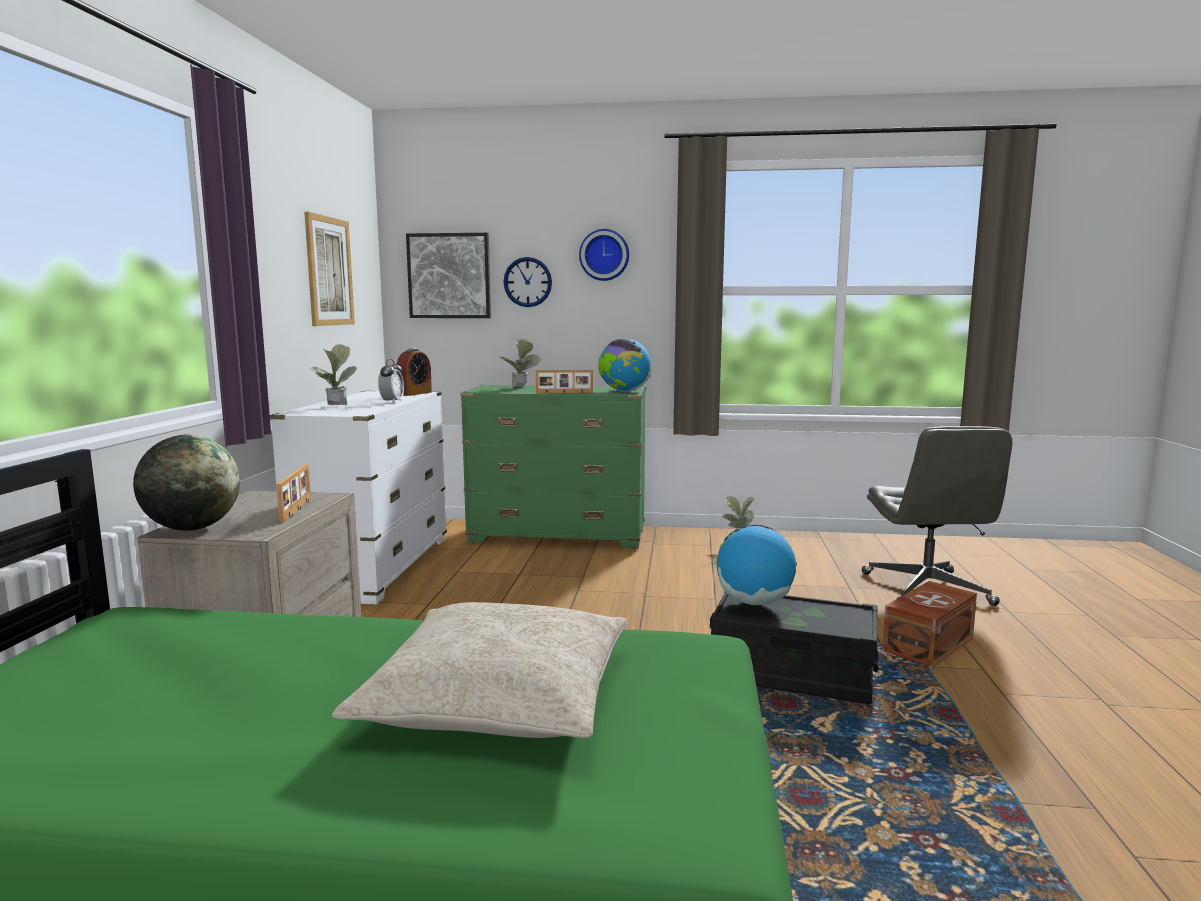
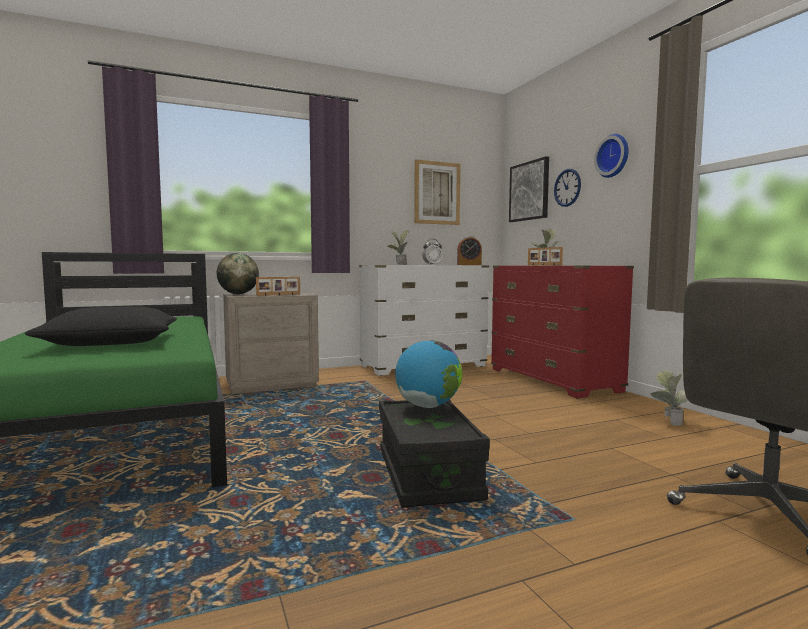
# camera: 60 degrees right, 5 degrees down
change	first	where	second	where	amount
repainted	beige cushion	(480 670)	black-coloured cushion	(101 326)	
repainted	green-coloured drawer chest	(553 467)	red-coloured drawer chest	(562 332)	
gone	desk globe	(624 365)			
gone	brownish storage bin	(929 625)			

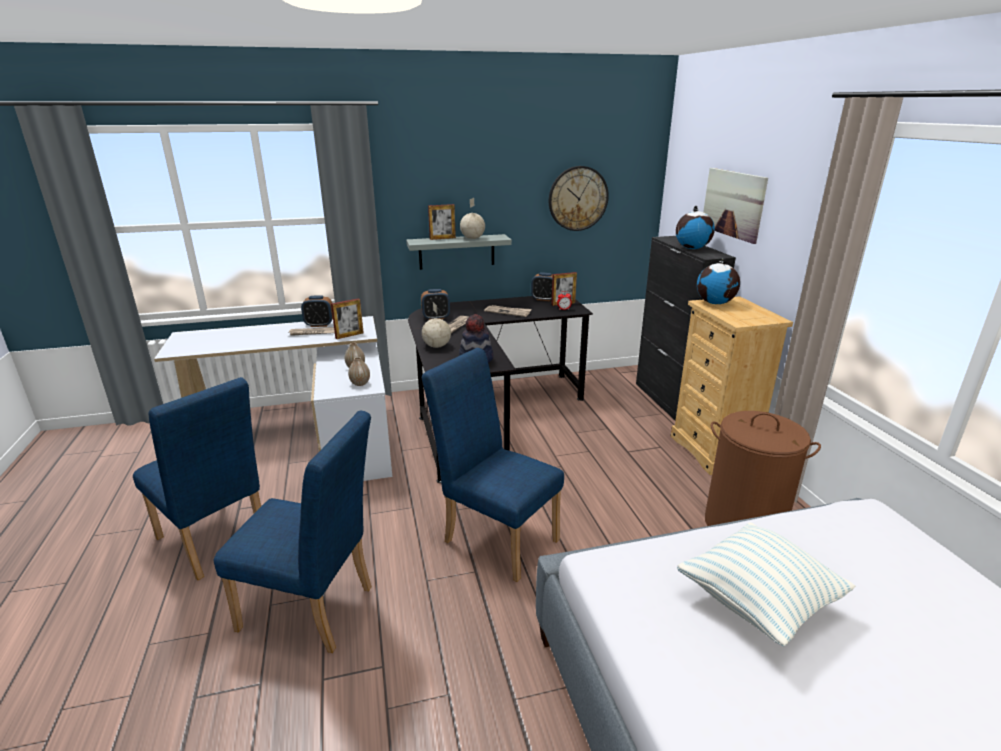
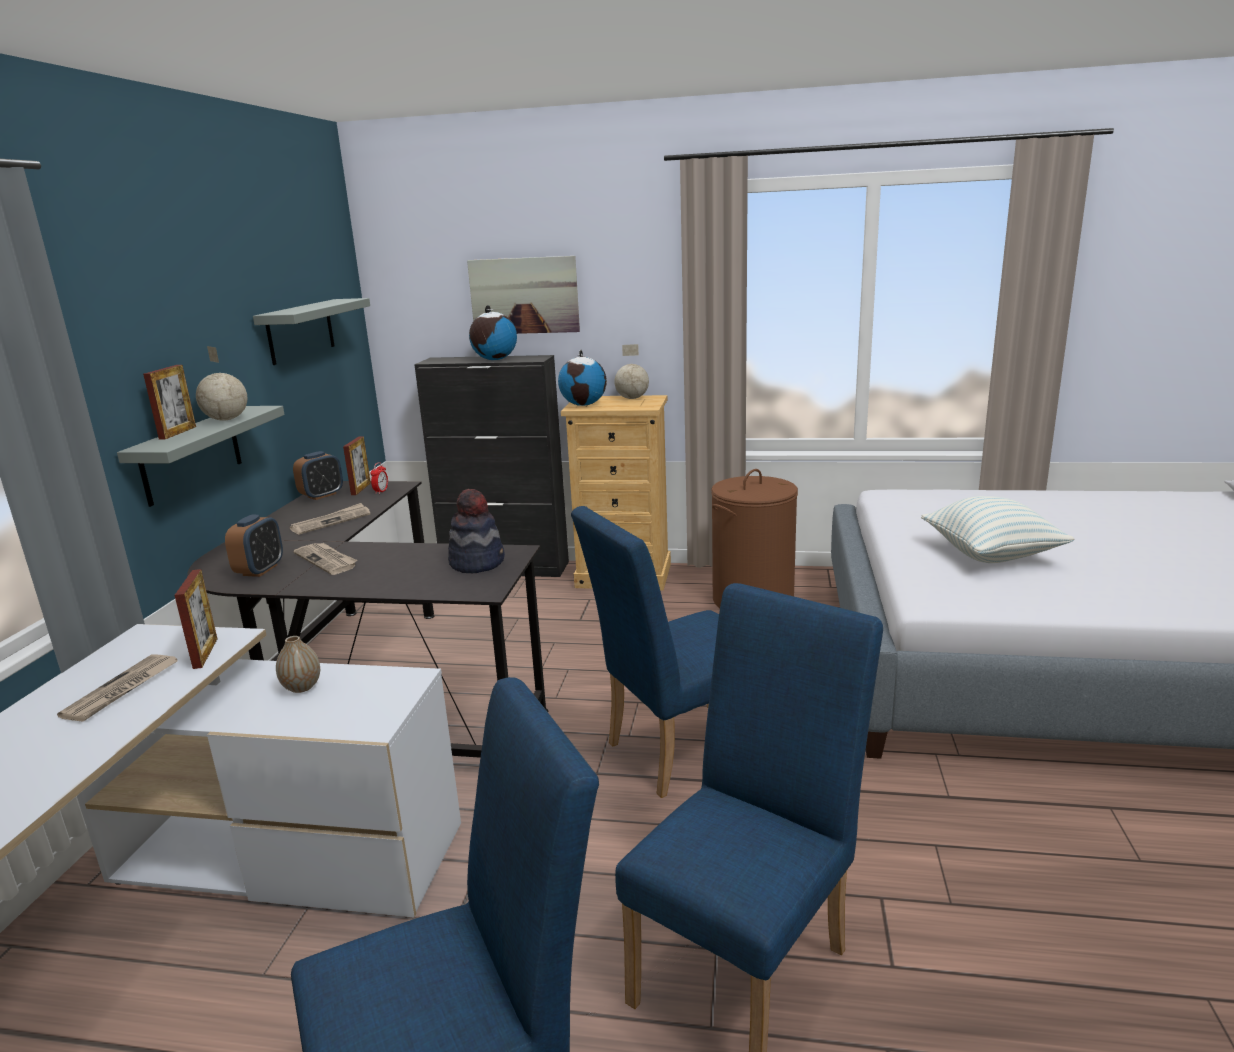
# camera: 65 degrees left, 5 degrees down
change	first	where	second	where	amount
swapped	wall clock	(579 198)	gray wall shelf	(311 331)	
shifted	desk globe	(436 325)		(631 371)	
gone	bedside clock	(317 311)			
gone	flower vase	(359 371)			

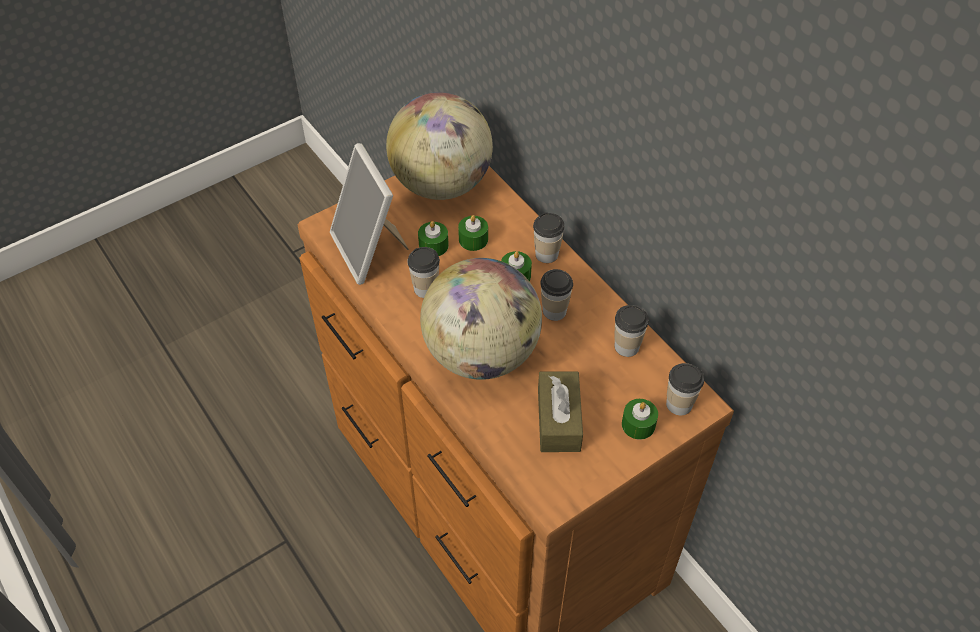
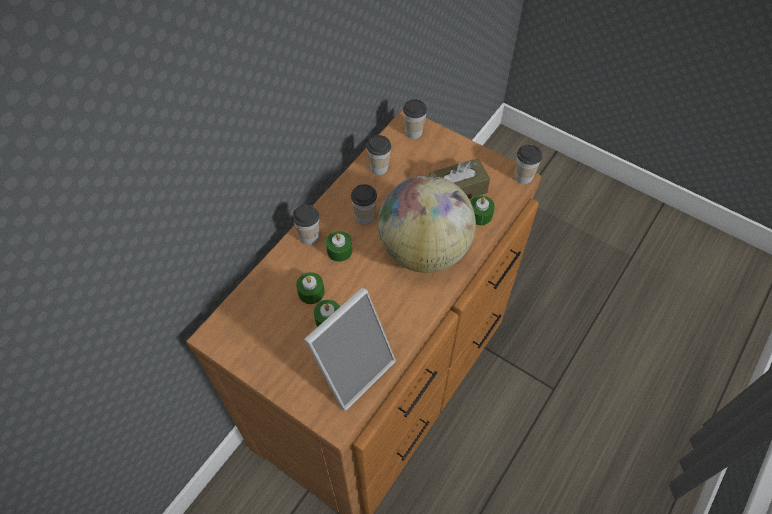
# camera: 110 degrees left, 5 degrees up
change	first	where	second	where	amount
shifted	green-coloured wax candle	(640 419)		(482 210)	
shifted	small cup	(423 272)		(528 164)	
gone	desk globe	(439 146)			

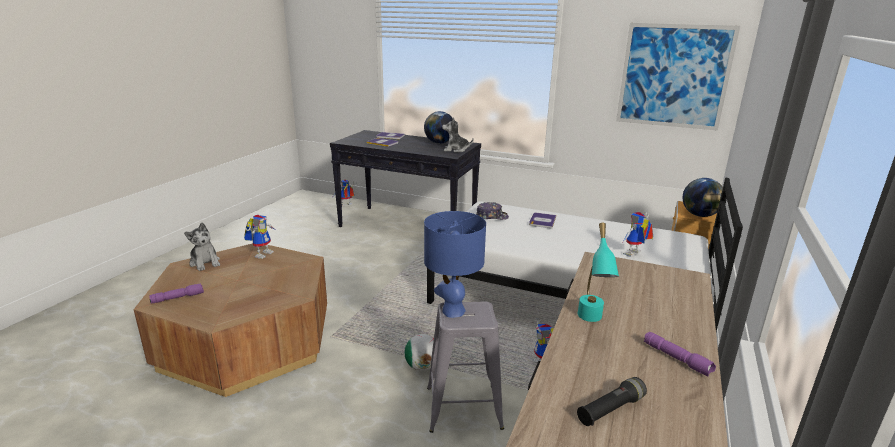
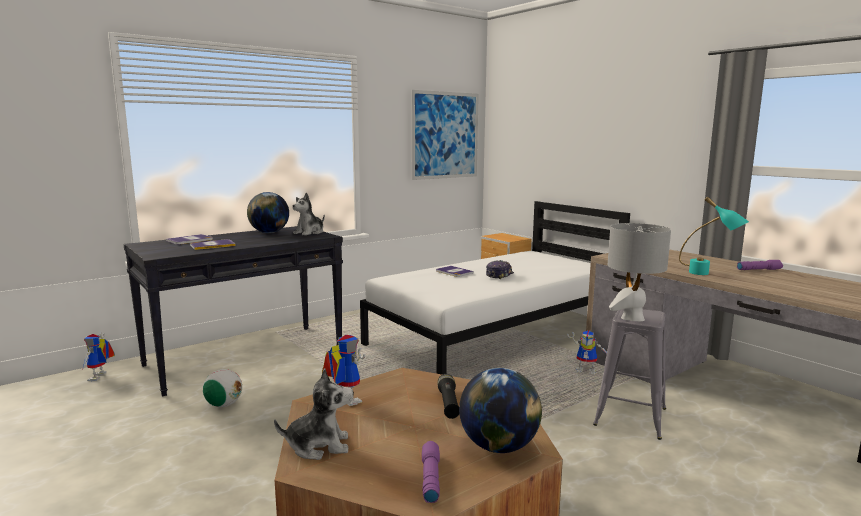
# camera: 60 degrees left, 10 degrees down
change	first	where	second	where	amount
shifted	football ball	(419 352)		(222 388)	
shifted	black-coloured hand torch	(612 401)		(448 396)	
shifted	desk globe	(703 197)		(500 410)	
shifted	peaked cap	(492 211)		(500 269)	
repainted	bluish table lamp	(455 264)	gray table lamp	(639 272)	
gone	robot figure	(637 234)			

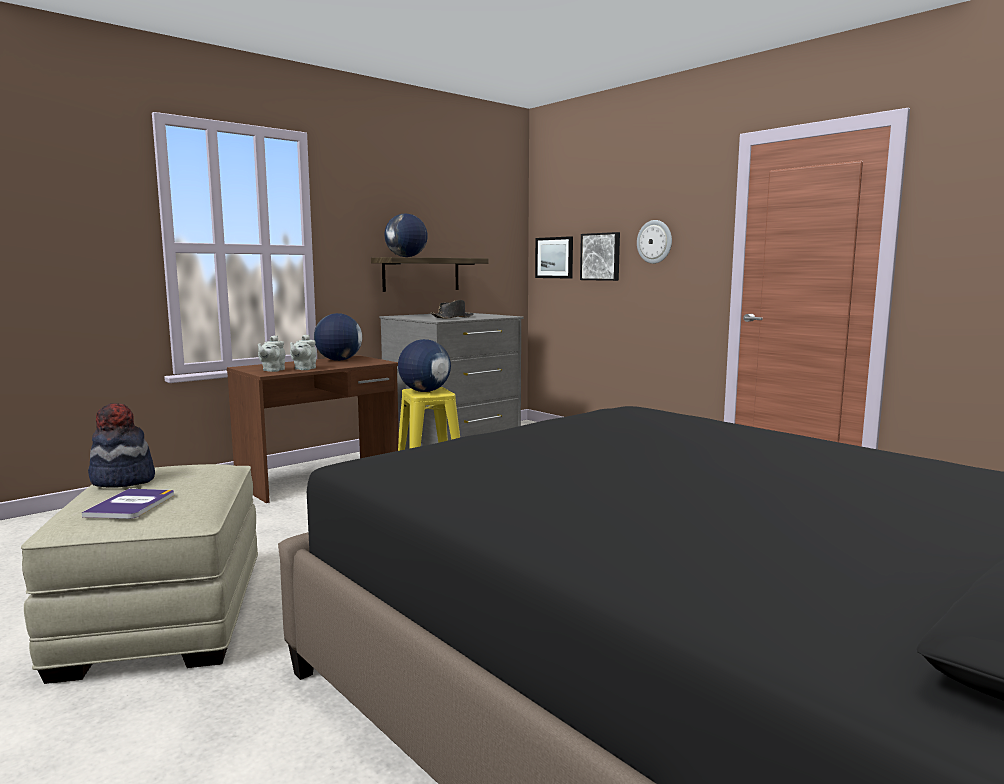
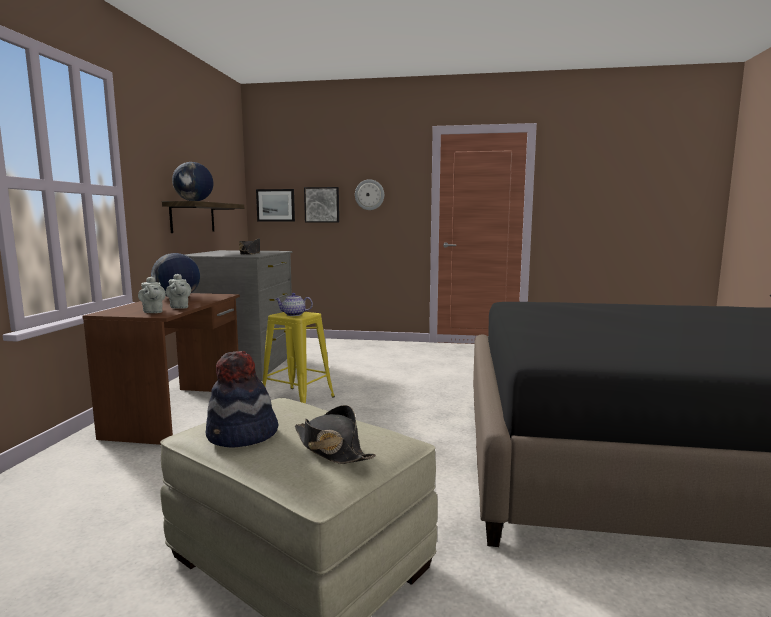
# camera: 40 degrees left, 0 degrees up
change	first	where	second	where	amount
swapped	desk globe	(424 365)	tea pot	(294 304)	
swapped	book	(128 504)	black-coloured wearable hat	(335 434)	

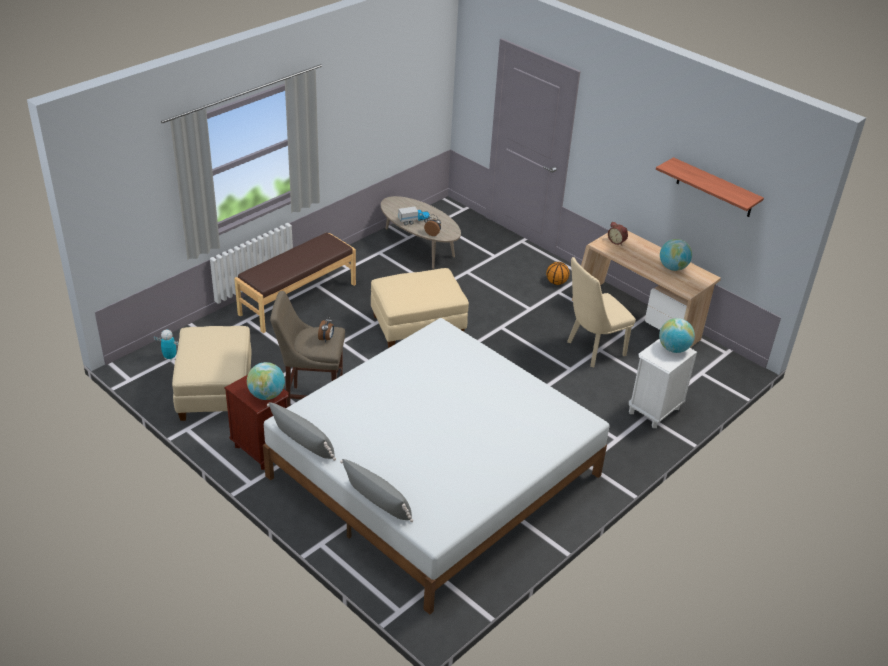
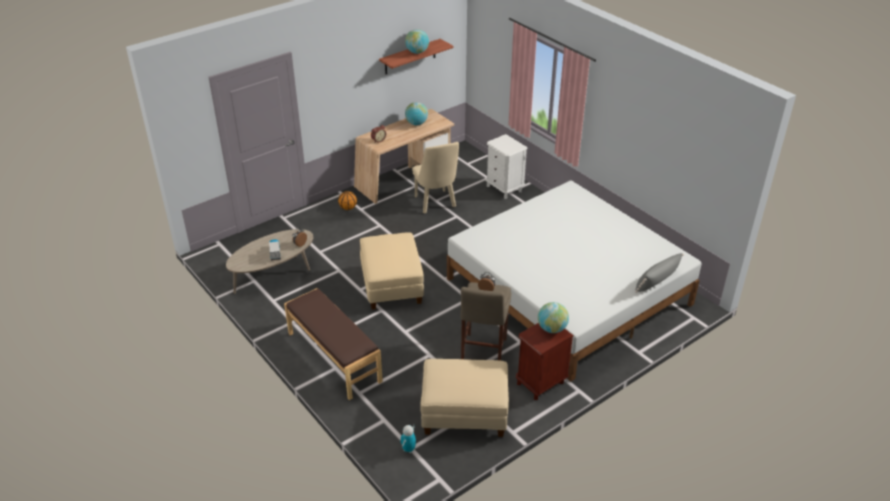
# camera: 80 degrees left, 0 degrees up
change	first	where	second	where	amount
shifted	desk globe	(677 335)		(417 41)	
gone	gray cushion	(301 431)			

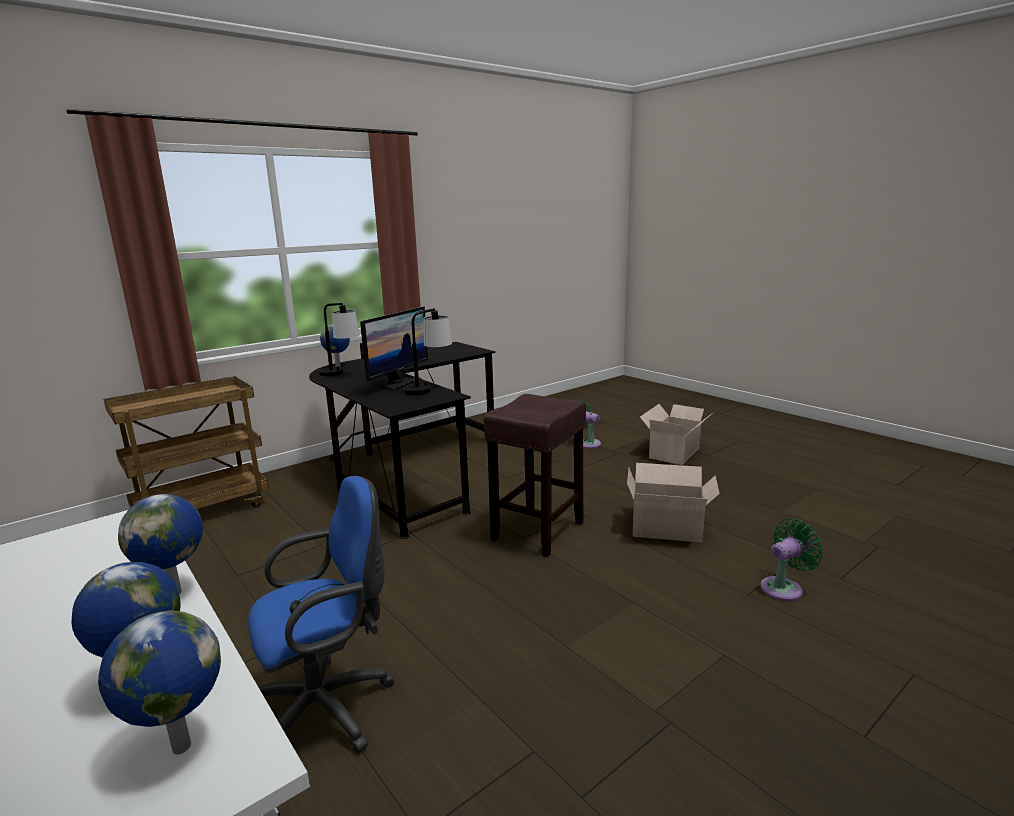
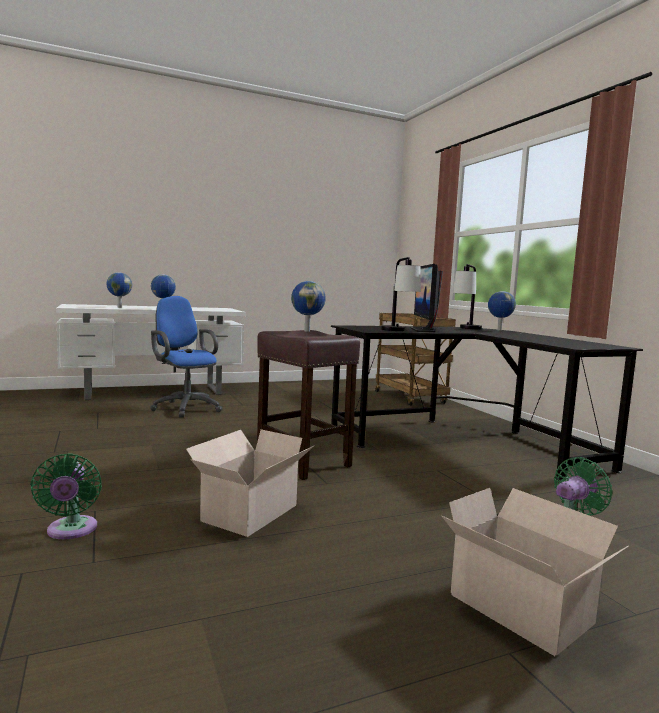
# camera: 105 degrees right, 10 degrees down
change	first	where	second	where	amount
rotated	bluish desk chair	(321 614)		(186 357)	150 degrees clockwise
shifted	desk globe	(159 682)		(308 306)	
rotated	monitor	(394 348)		(426 298)	45 degrees clockwise

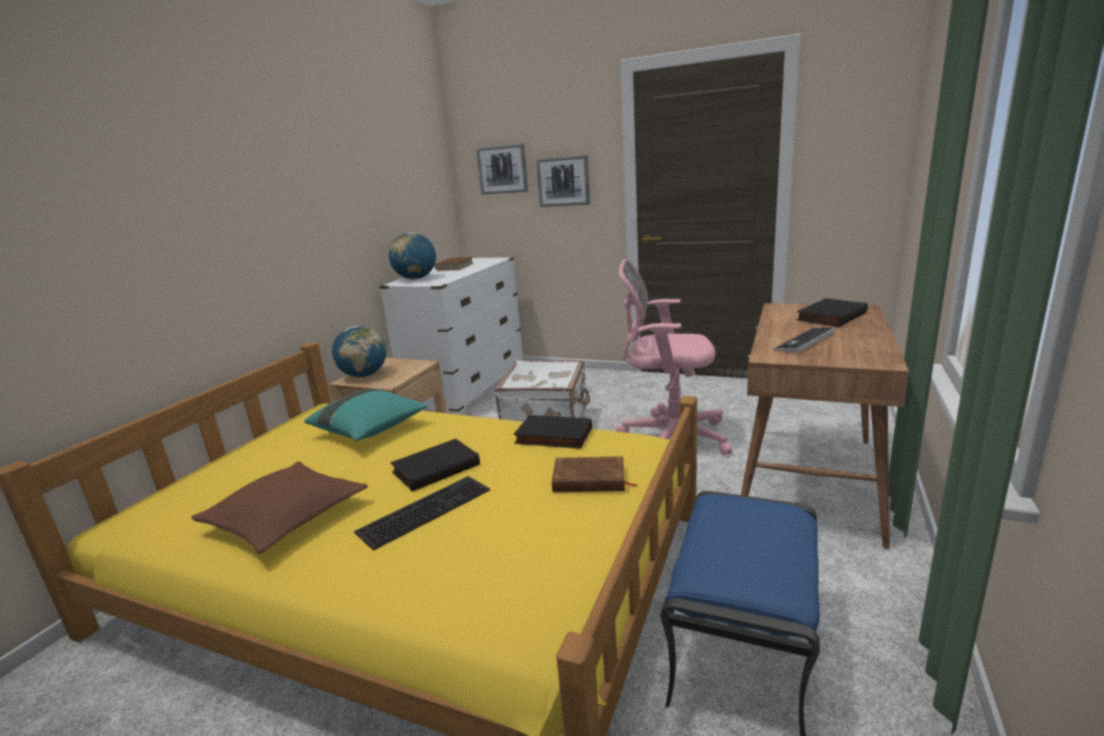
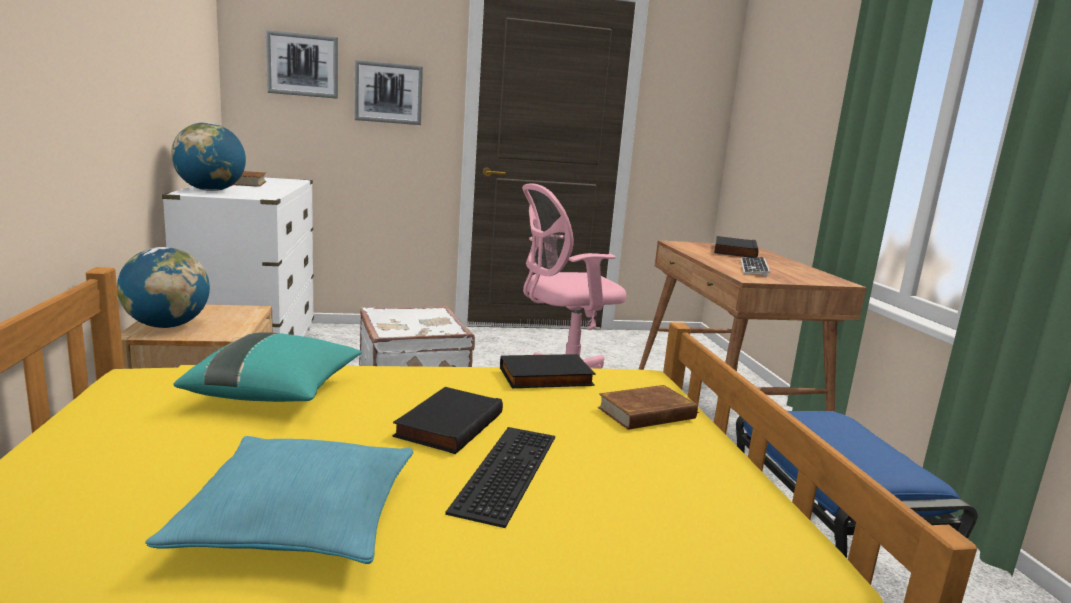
# camera: 35 degrees left, 5 degrees down
change	first	where	second	where	amount
repainted	brownish cushion	(279 507)	turquoise cushion	(279 500)	

